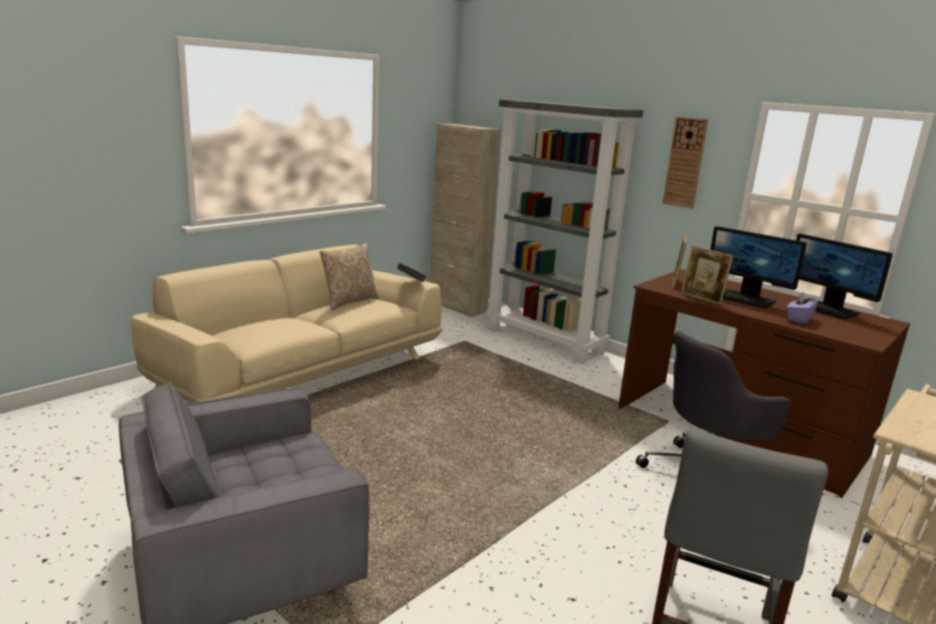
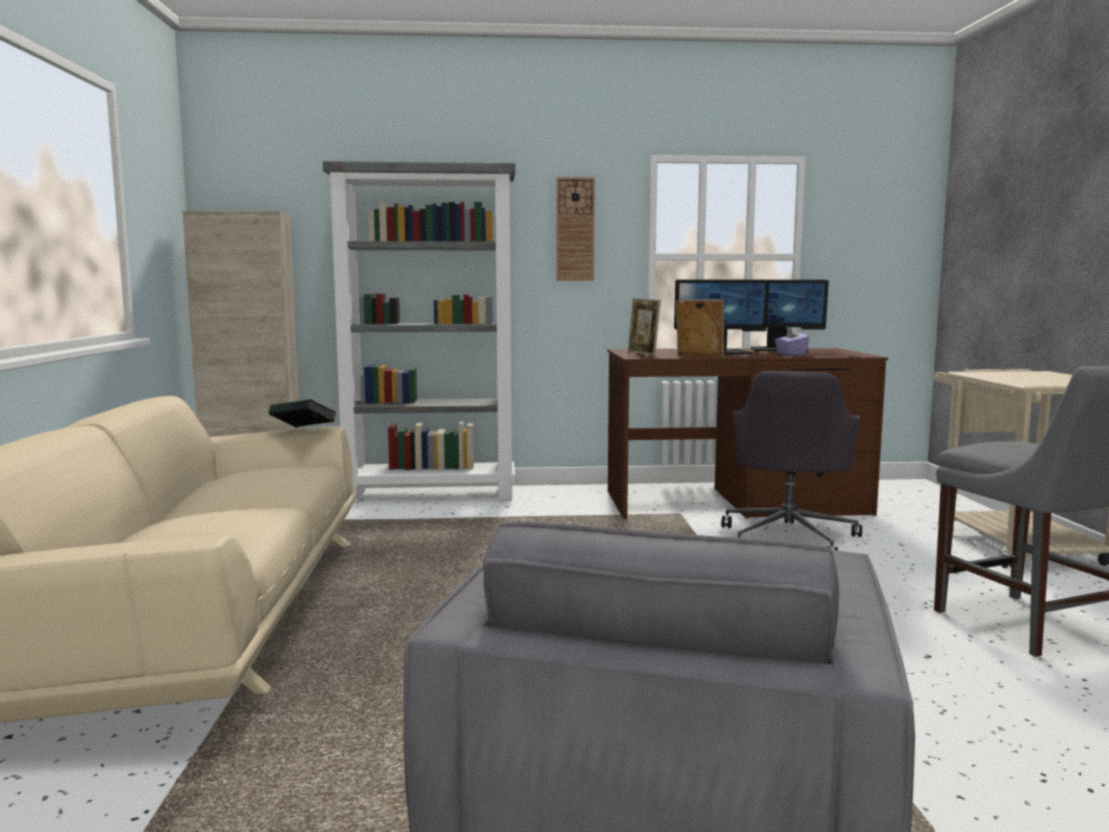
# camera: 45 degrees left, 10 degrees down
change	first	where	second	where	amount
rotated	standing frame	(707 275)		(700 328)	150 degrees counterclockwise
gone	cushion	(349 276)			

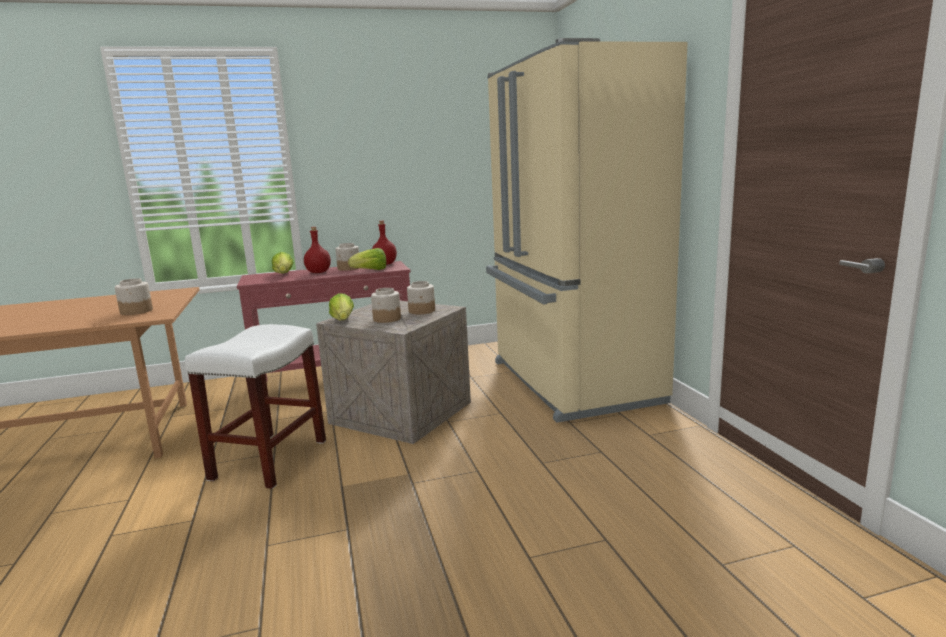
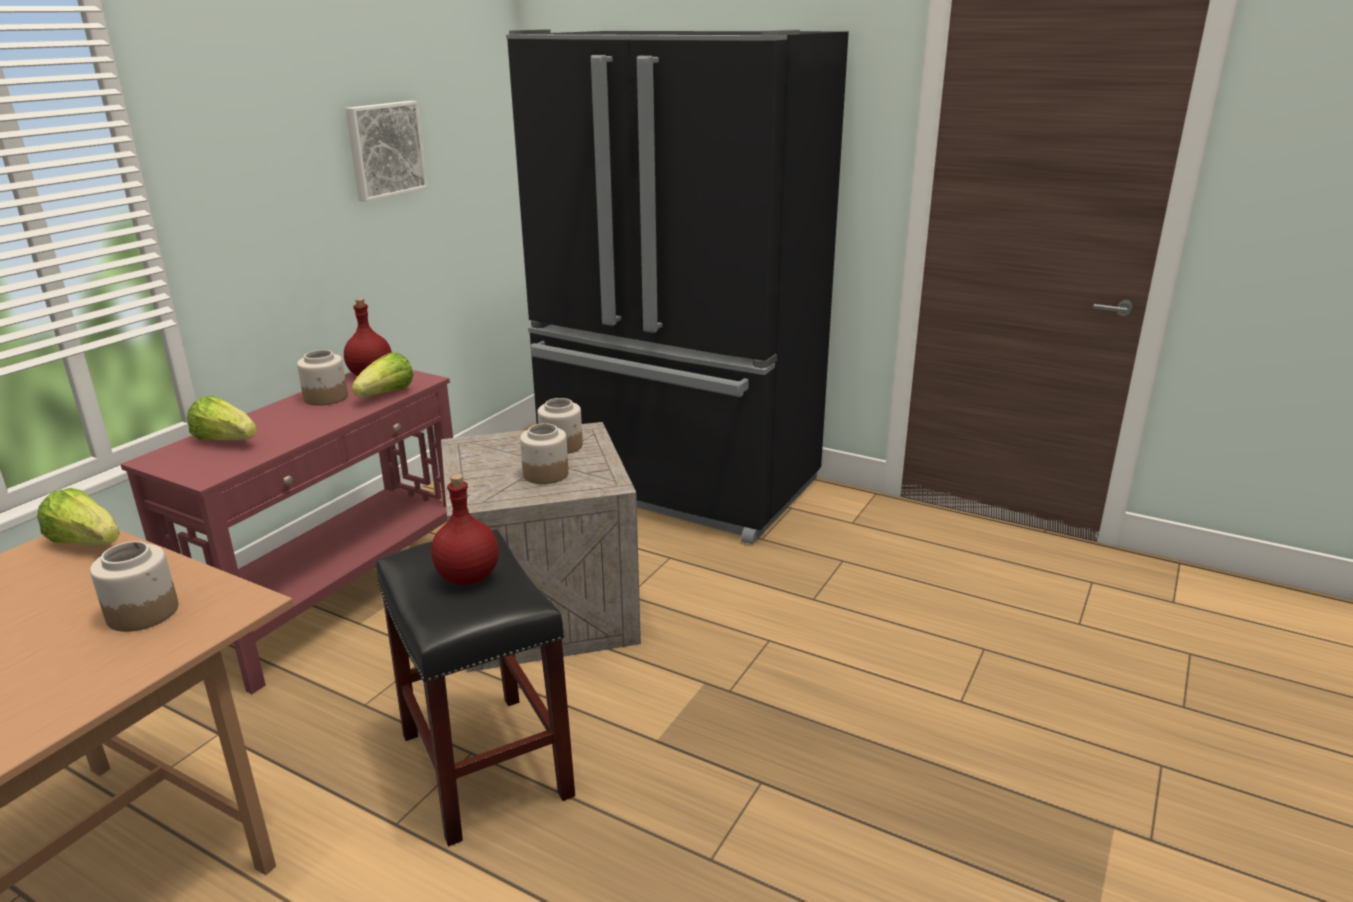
# camera: 45 degrees left, 10 degrees up
change	first	where	second	where	amount
shifted	head of lettuce	(341 306)		(78 517)	
new			wall picture	(386 151)	
repainted	white-coloured stool seat	(255 406)	black-coloured stool seat	(475 687)	
shifted	red-coloured beverage bottle	(317 250)		(465 529)	
repainted	beige refrigerator	(587 230)	black-coloured refrigerator	(677 287)	

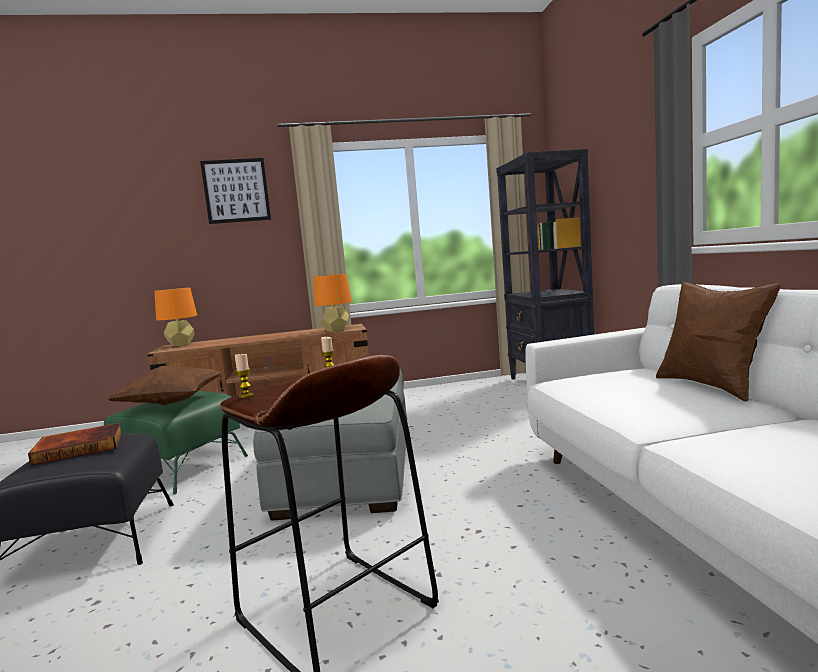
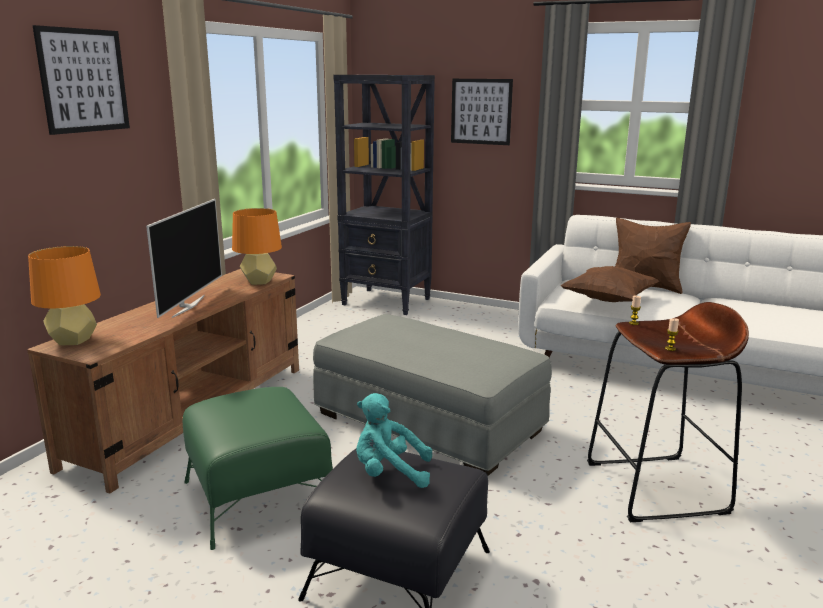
# camera: 55 degrees left, 10 degrees up
change	first	where	second	where	amount
new			television	(184 258)	
swapped	book	(75 444)	turquoise plush toy	(394 440)	
new			wall picture	(482 112)	
shifted	brownish cushion	(165 385)		(610 284)	

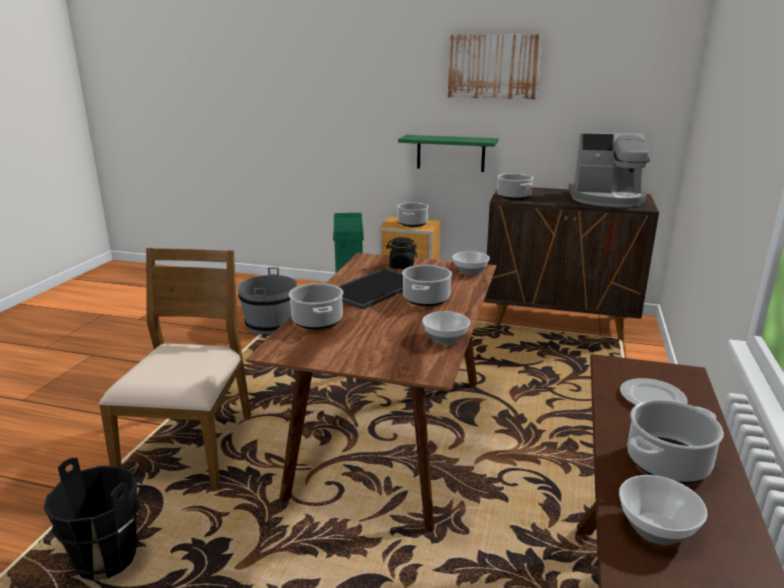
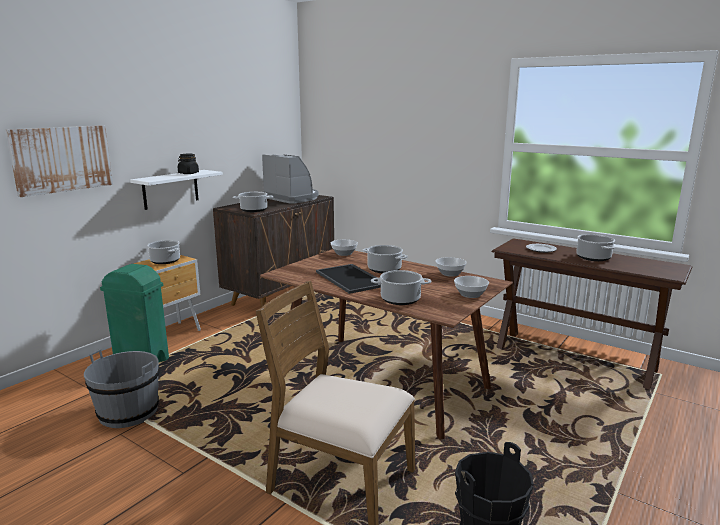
# camera: 70 degrees left, 5 degrees down
change	first	where	second	where	amount
shifted	wall picture	(495 67)		(59 161)	
repainted	green-coloured wall shelf	(448 153)	white-coloured wall shelf	(176 190)	
shifted	black-coloured storage jar	(401 253)		(188 164)	
rotated	coffee brewer	(609 169)		(290 179)	75 degrees counterclockwise
shifted	bowl	(663 510)		(471 287)	

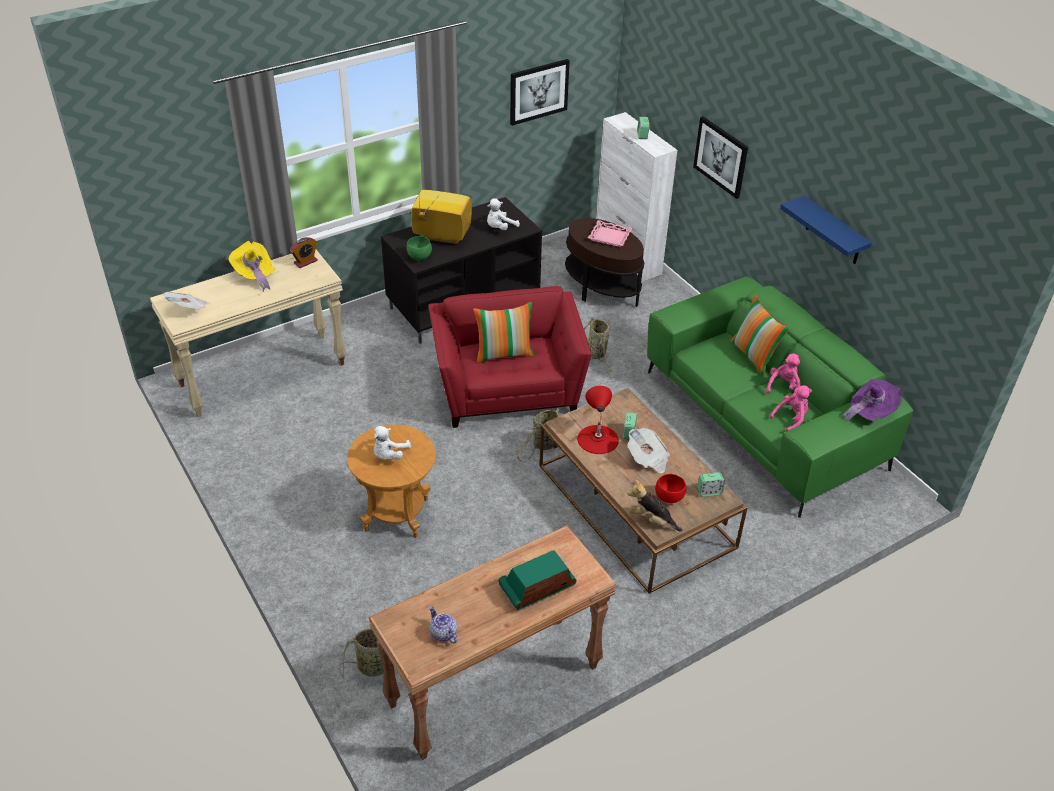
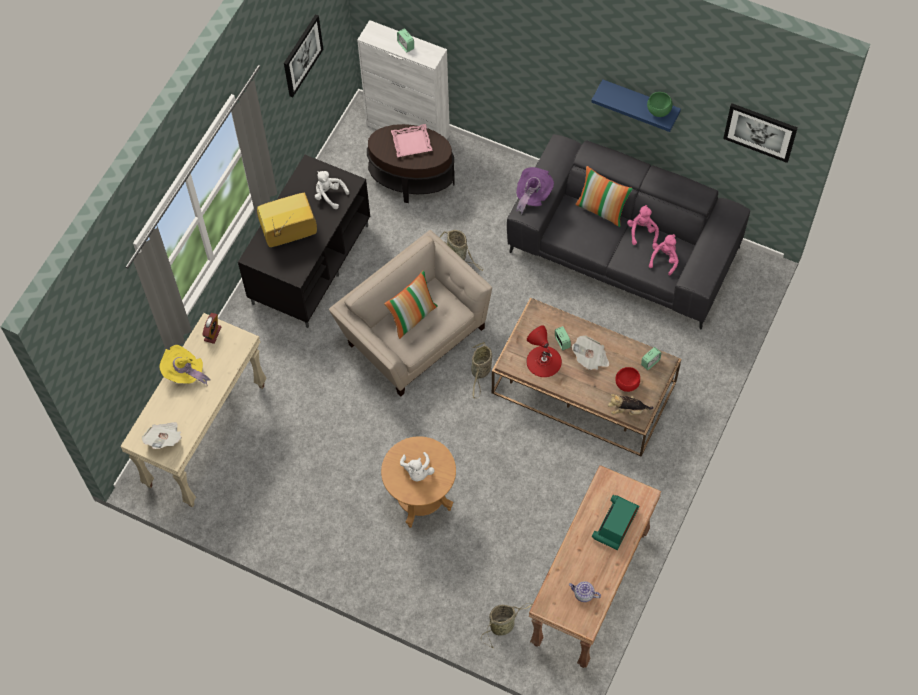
# camera: 30 degrees left, 20 degrees up
change	first	where	second	where	amount
rotated	white-coloured plush toy	(503 214)		(332 190)	105 degrees clockwise
repainted	red-coloured easy chair	(510 357)	beige easy chair	(410 313)	
repainted	green-coloured settee	(780 397)	gray settee	(628 232)	
shifted	purplish wearable hat	(872 401)		(535 190)	
shifted	green-coloured bowl	(419 248)		(660 104)	
shifted	wall picture	(720 157)		(760 133)	

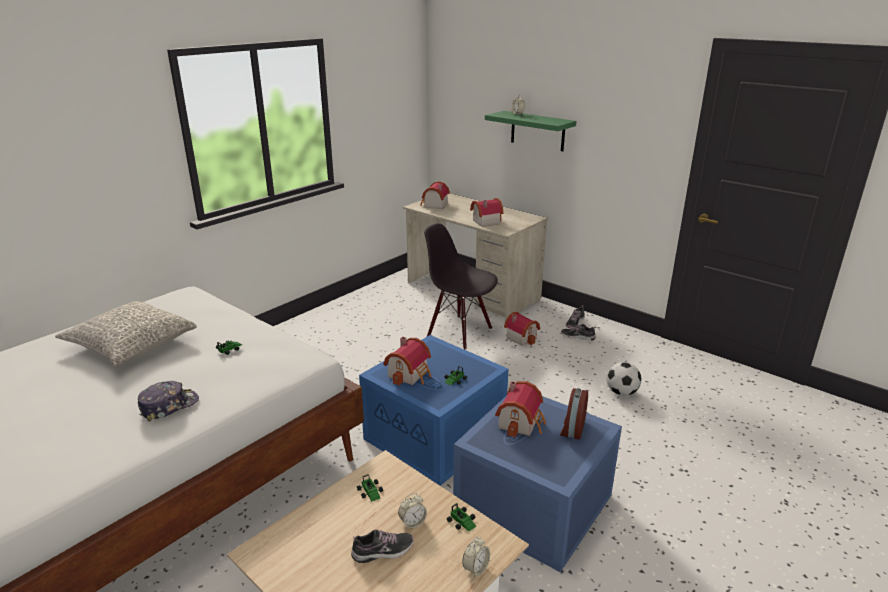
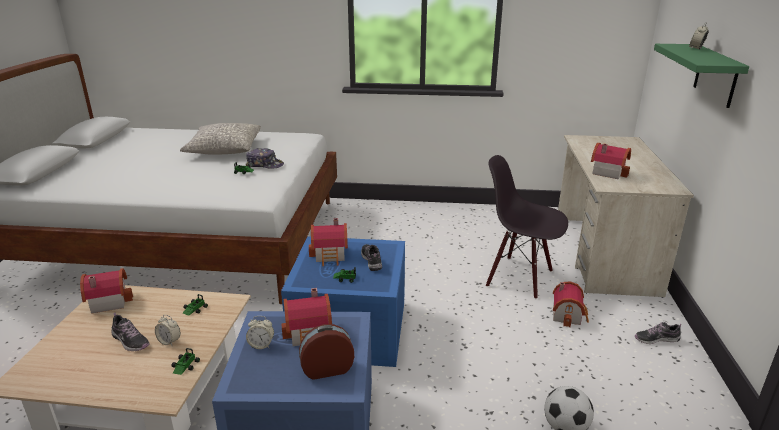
# camera: 55 degrees right, 0 degrees up
change	first	where	second	where	amount
shifted	model house	(435 195)		(106 291)	
shifted	peaked cap	(168 401)		(265 158)	
shifted	bedside clock	(476 557)		(260 332)	
shifted	shoe	(578 332)		(371 257)	
rotated	black-coloured plain chair	(461 286)		(527 227)	60 degrees counterclockwise

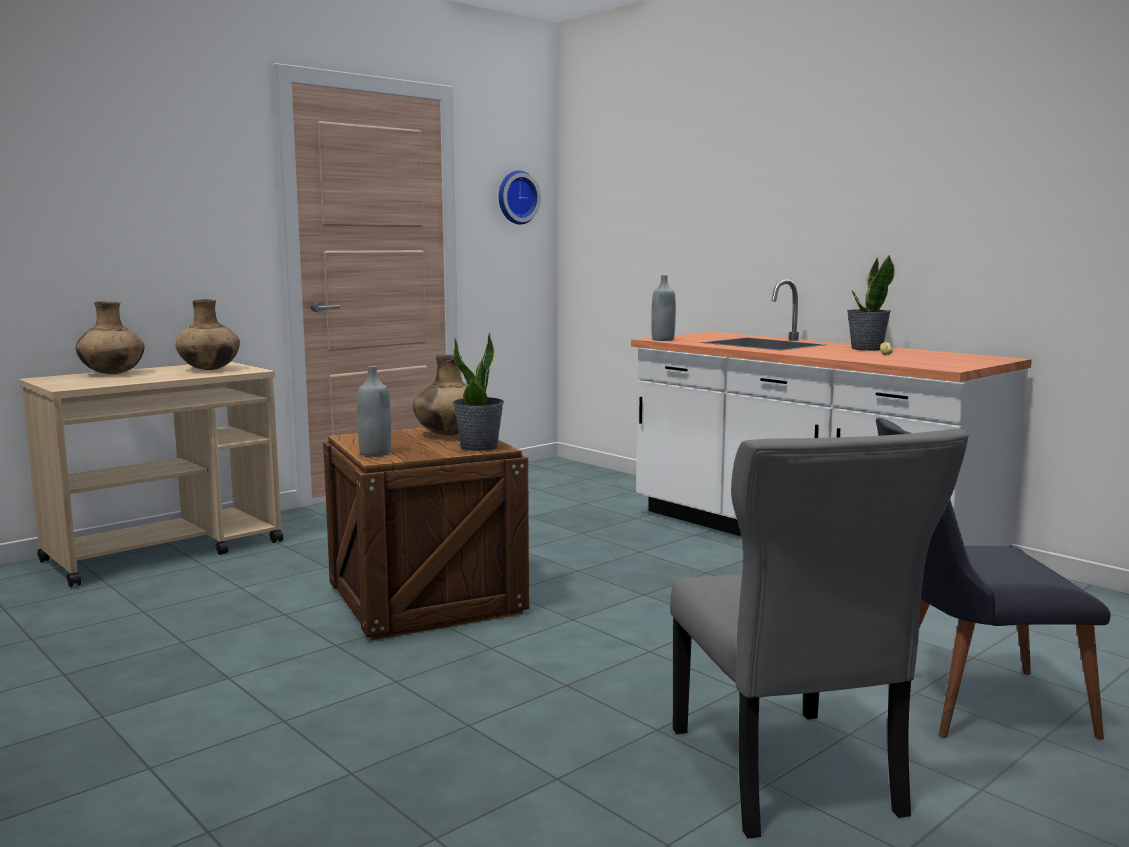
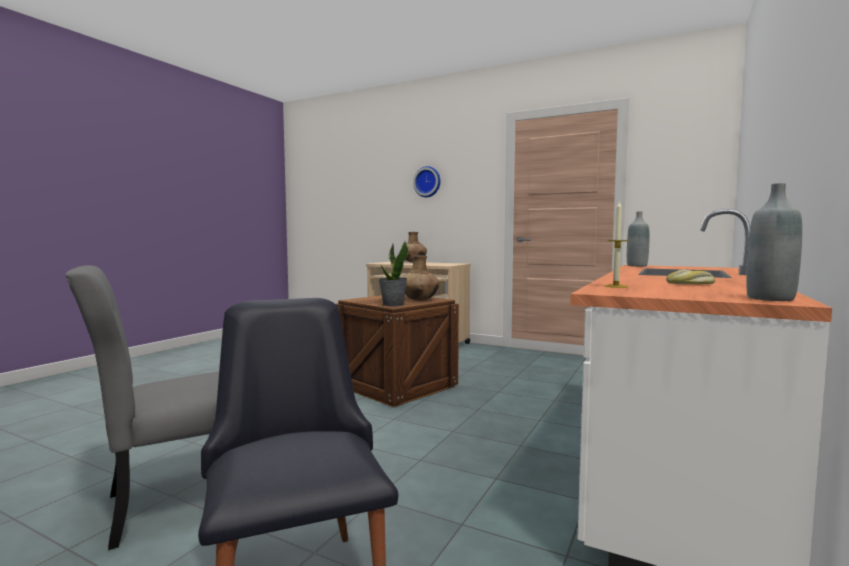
# camera: 70 degrees right, 5 degrees down
change	first	where	second	where	amount
shifted	wall clock	(520 197)		(426 181)	
new			wax candle	(616 244)	
shifted	gray beverage bottle	(374 411)		(774 242)	
gone	brownish flower vase	(207 334)			
gone	plant in a pot	(871 302)			

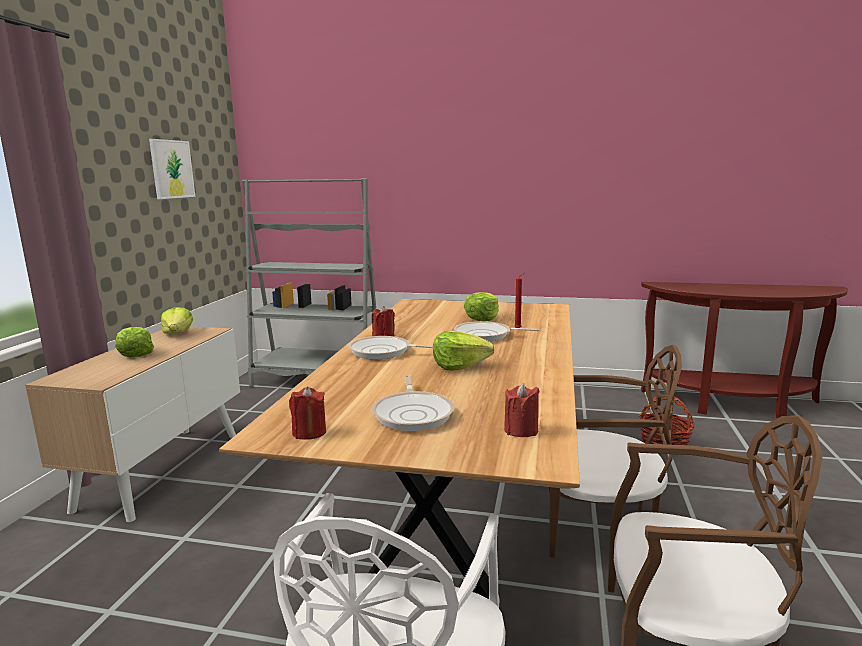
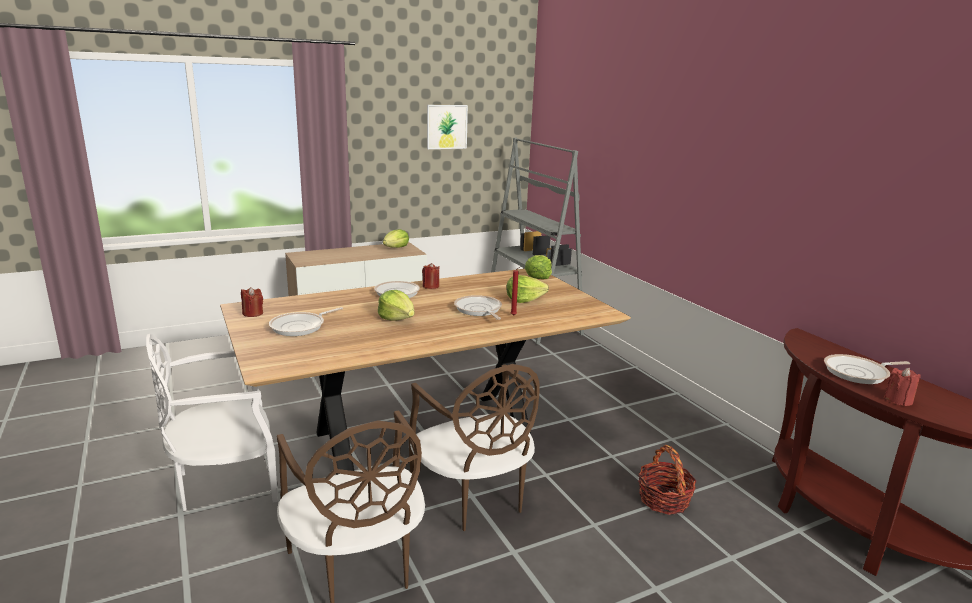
# camera: 50 degrees right, 5 degrees up
change	first	where	second	where	amount
shifted	head of lettuce	(134 342)		(538 267)	
new			frying pan	(867 369)	
shifted	red-coloured wax candle	(522 410)		(902 387)	

